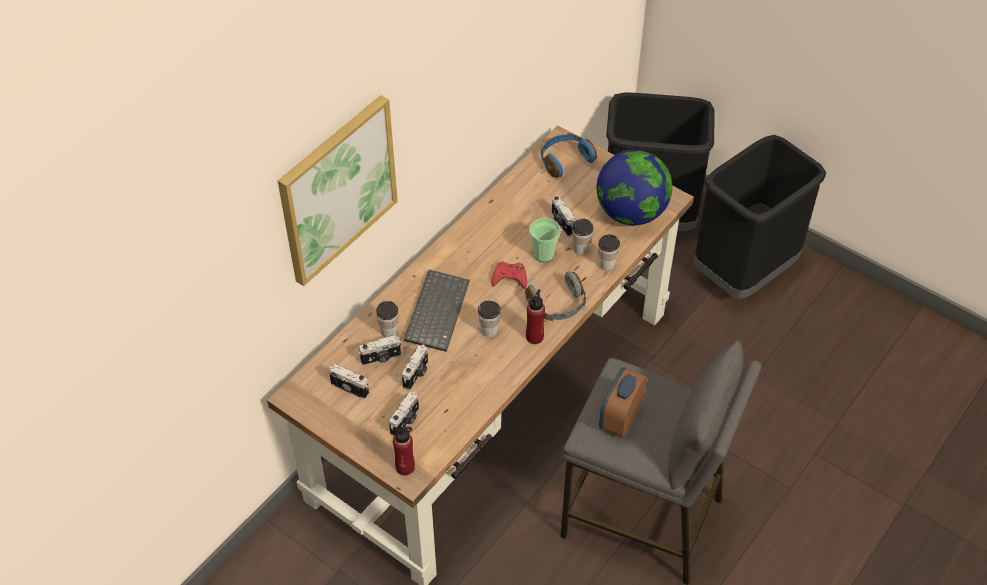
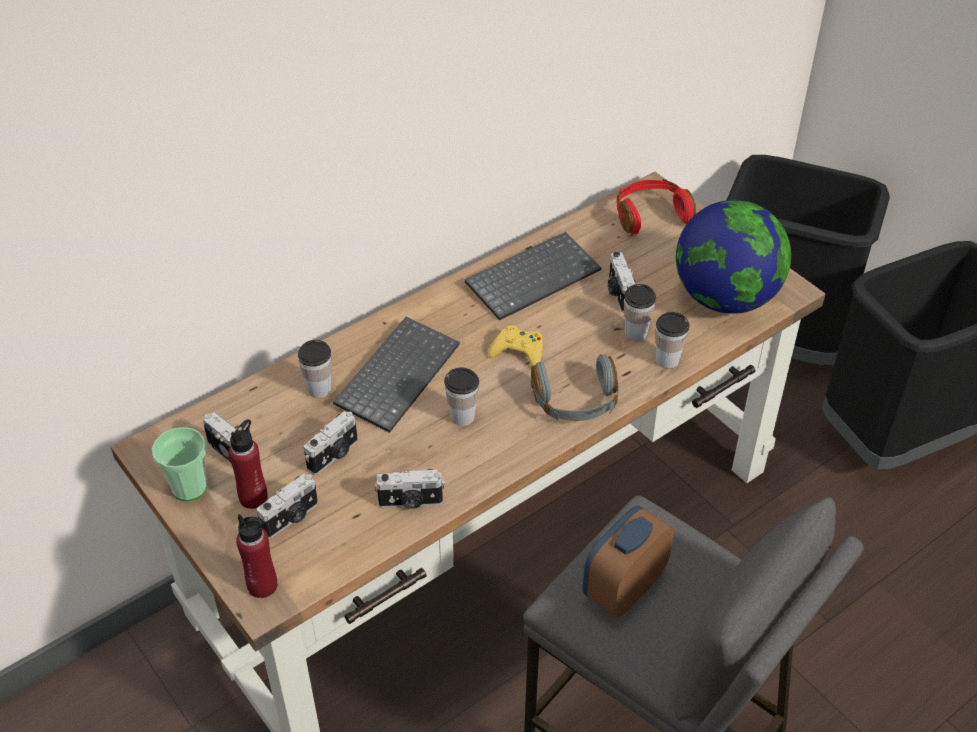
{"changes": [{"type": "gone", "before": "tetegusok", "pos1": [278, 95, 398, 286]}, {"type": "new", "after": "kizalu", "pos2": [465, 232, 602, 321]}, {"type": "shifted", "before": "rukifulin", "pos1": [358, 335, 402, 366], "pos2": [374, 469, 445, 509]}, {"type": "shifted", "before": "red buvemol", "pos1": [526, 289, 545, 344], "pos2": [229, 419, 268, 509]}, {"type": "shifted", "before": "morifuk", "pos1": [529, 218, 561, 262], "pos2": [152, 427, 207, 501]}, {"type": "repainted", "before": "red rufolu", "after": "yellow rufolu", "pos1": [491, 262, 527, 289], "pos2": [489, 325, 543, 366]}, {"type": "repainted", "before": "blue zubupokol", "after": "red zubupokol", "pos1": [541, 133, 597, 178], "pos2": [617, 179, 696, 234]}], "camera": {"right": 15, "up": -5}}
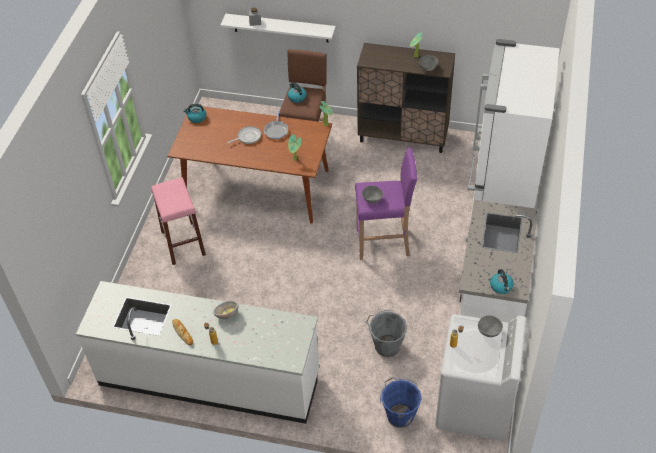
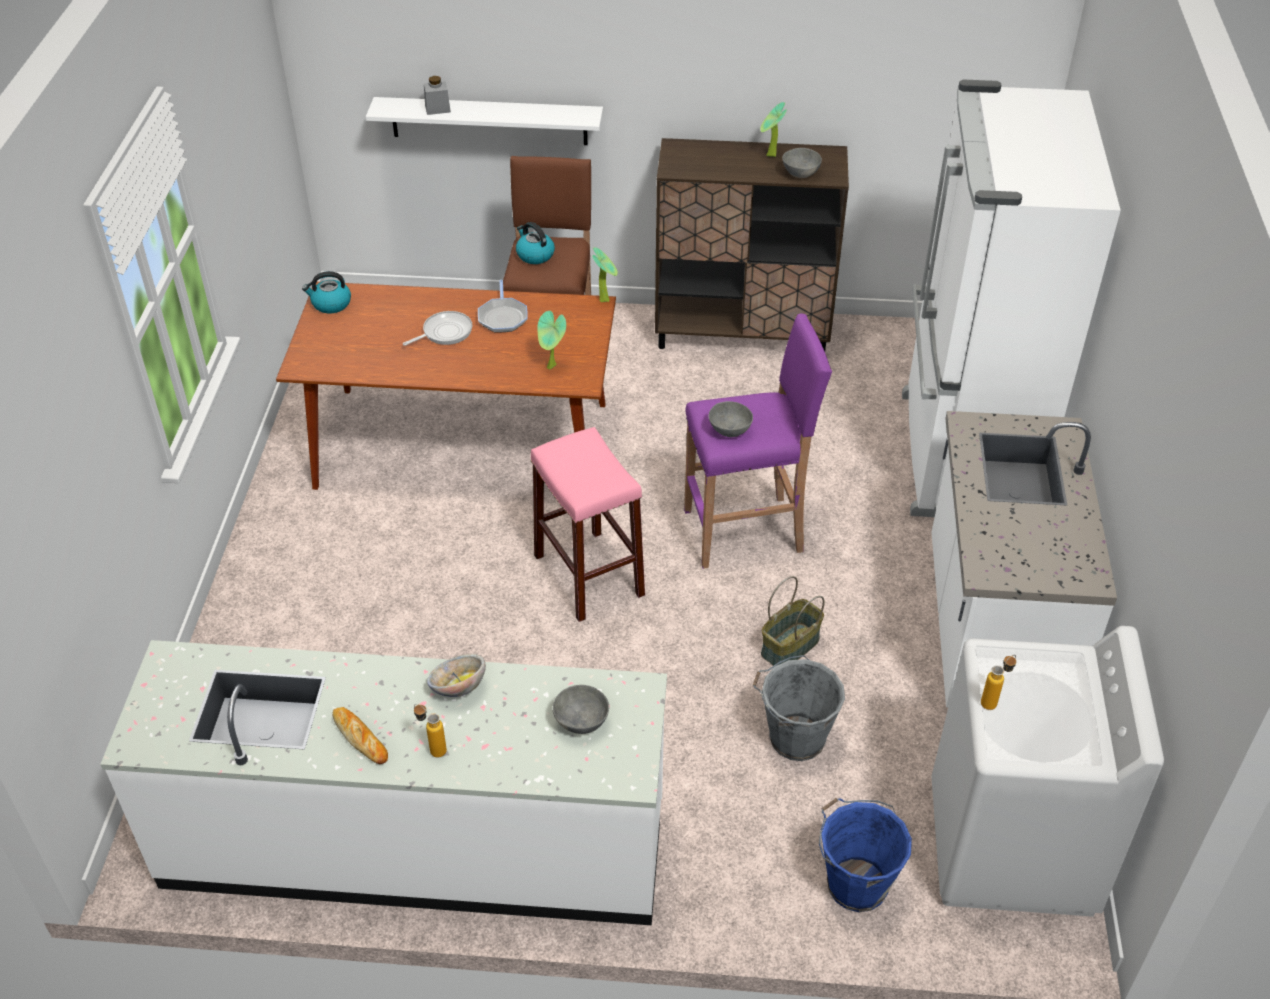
{"changes": [{"type": "gone", "before": "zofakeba", "pos1": [490, 269, 514, 294]}, {"type": "new", "after": "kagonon", "pos2": [761, 576, 825, 666]}, {"type": "shifted", "before": "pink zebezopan", "pos1": [151, 177, 206, 265], "pos2": [531, 427, 645, 622]}, {"type": "shifted", "before": "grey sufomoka", "pos1": [478, 315, 503, 337], "pos2": [553, 685, 609, 734]}], "camera": {"right": -10, "up": -5}}
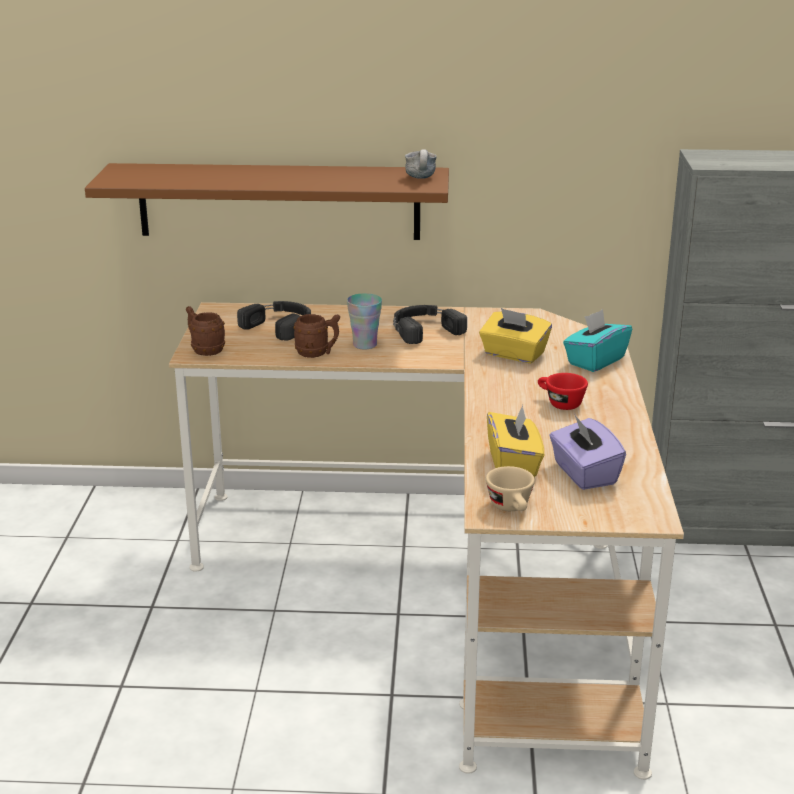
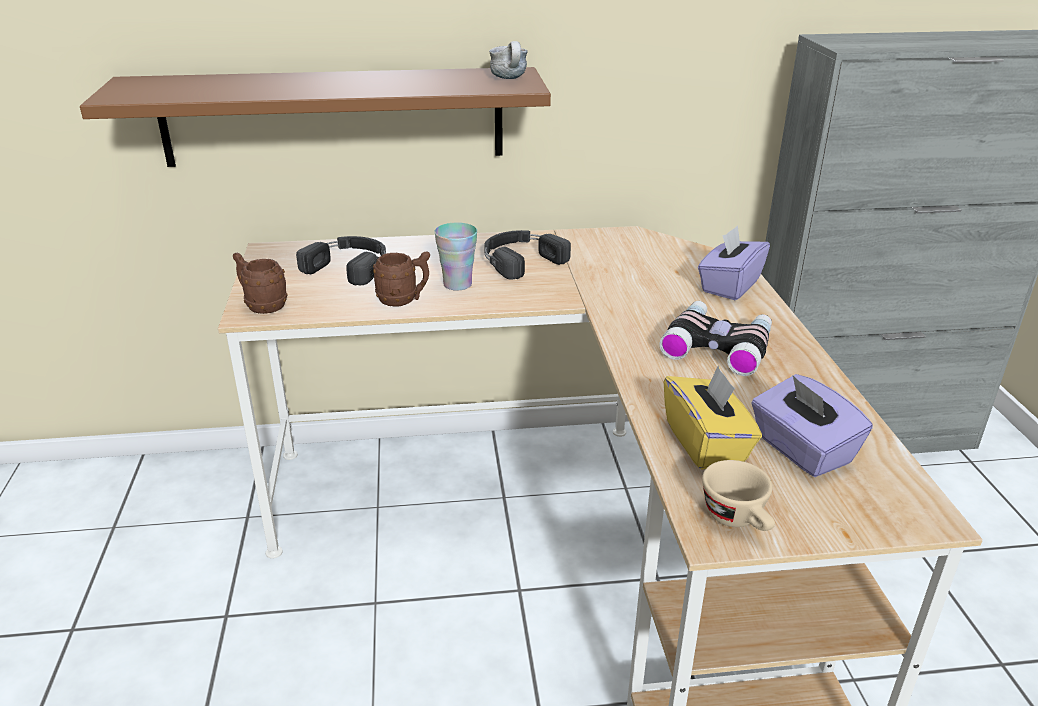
{"changes": [{"type": "gone", "before": "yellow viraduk", "pos1": [479, 308, 552, 364]}, {"type": "swapped", "before": "red morifuk", "after": "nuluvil", "pos1": [538, 373, 588, 410], "pos2": [659, 301, 772, 376]}, {"type": "repainted", "before": "turquoise viraduk", "after": "purple viraduk", "pos1": [563, 309, 632, 372], "pos2": [698, 225, 770, 300]}], "camera": {"right": -10, "up": 5}}
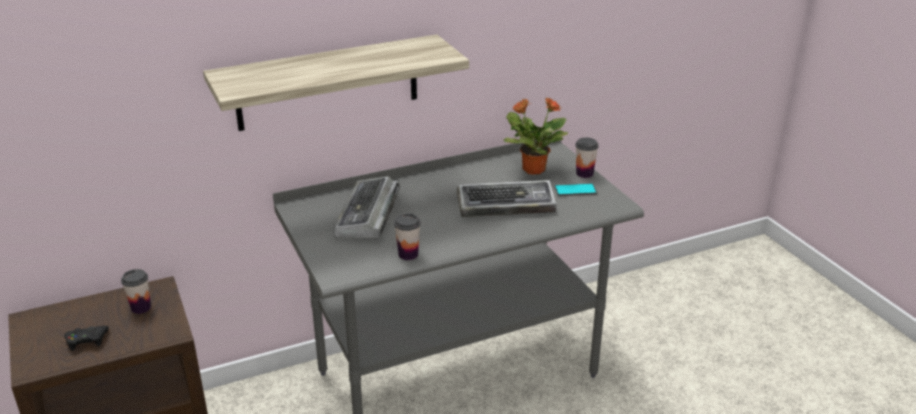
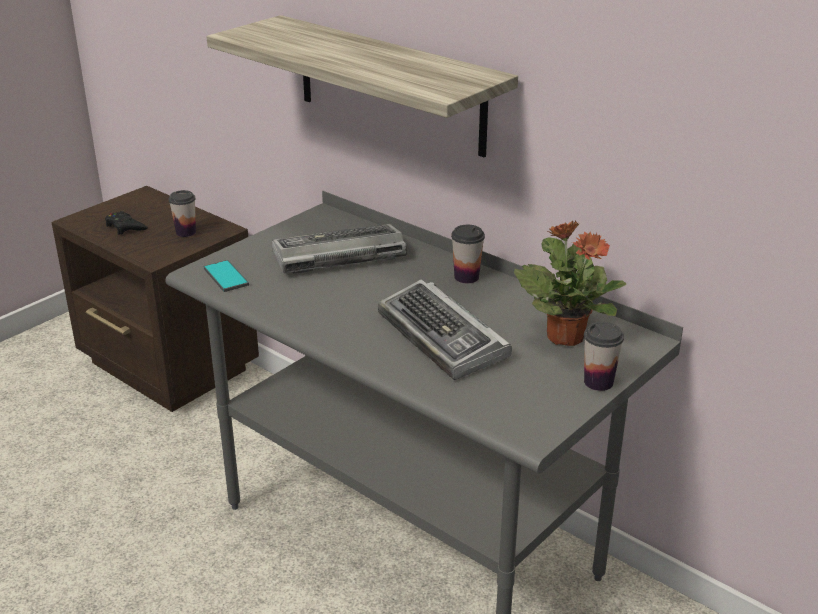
{"changes": [{"type": "shifted", "before": "morifuk", "pos1": [394, 213, 421, 260], "pos2": [451, 225, 485, 283]}, {"type": "shifted", "before": "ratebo", "pos1": [555, 183, 597, 196], "pos2": [204, 260, 249, 292]}], "camera": {"right": 65, "up": 0}}
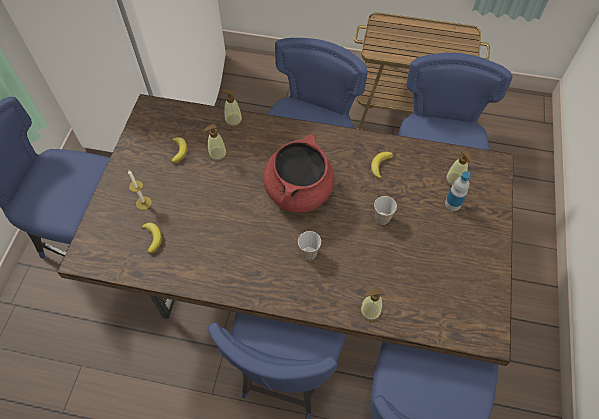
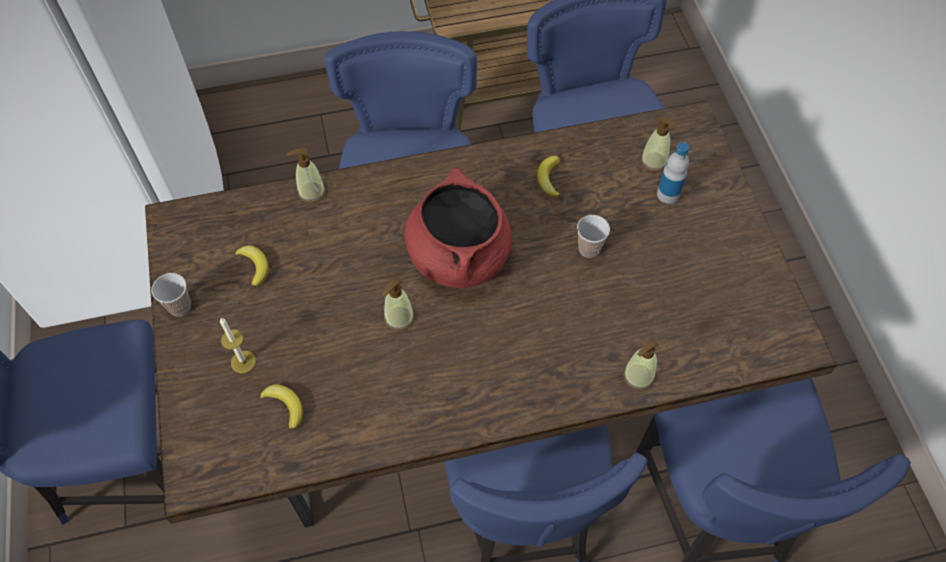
{"changes": [{"type": "shifted", "before": "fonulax", "pos1": [203, 124, 227, 161], "pos2": [382, 276, 415, 331]}, {"type": "shifted", "before": "morifuk", "pos1": [298, 231, 321, 260], "pos2": [152, 273, 191, 316]}], "camera": {"right": -25, "up": 0}}
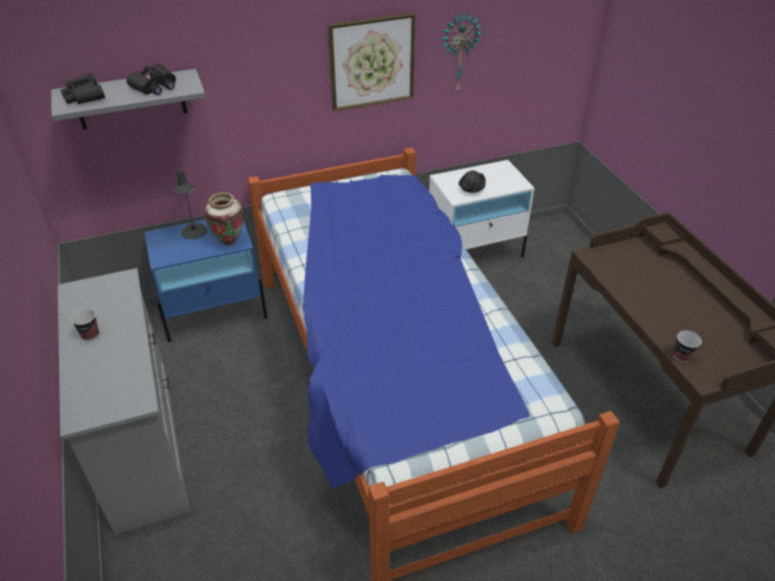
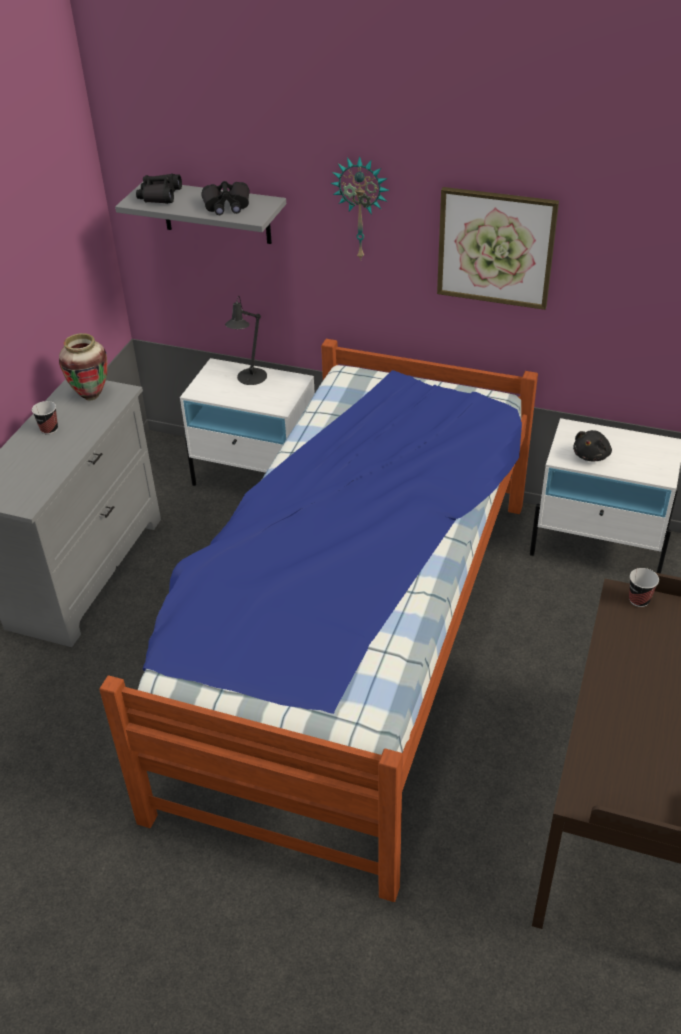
{"changes": [{"type": "shifted", "before": "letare", "pos1": [204, 193, 243, 245], "pos2": [59, 333, 107, 400]}, {"type": "shifted", "before": "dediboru", "pos1": [441, 12, 482, 91], "pos2": [330, 156, 390, 261]}, {"type": "shifted", "before": "morifuk", "pos1": [674, 331, 702, 362], "pos2": [629, 568, 659, 607]}, {"type": "repainted", "before": "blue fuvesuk", "after": "white fuvesuk", "pos1": [144, 220, 267, 342], "pos2": [180, 358, 315, 486]}], "camera": {"right": 40, "up": 0}}
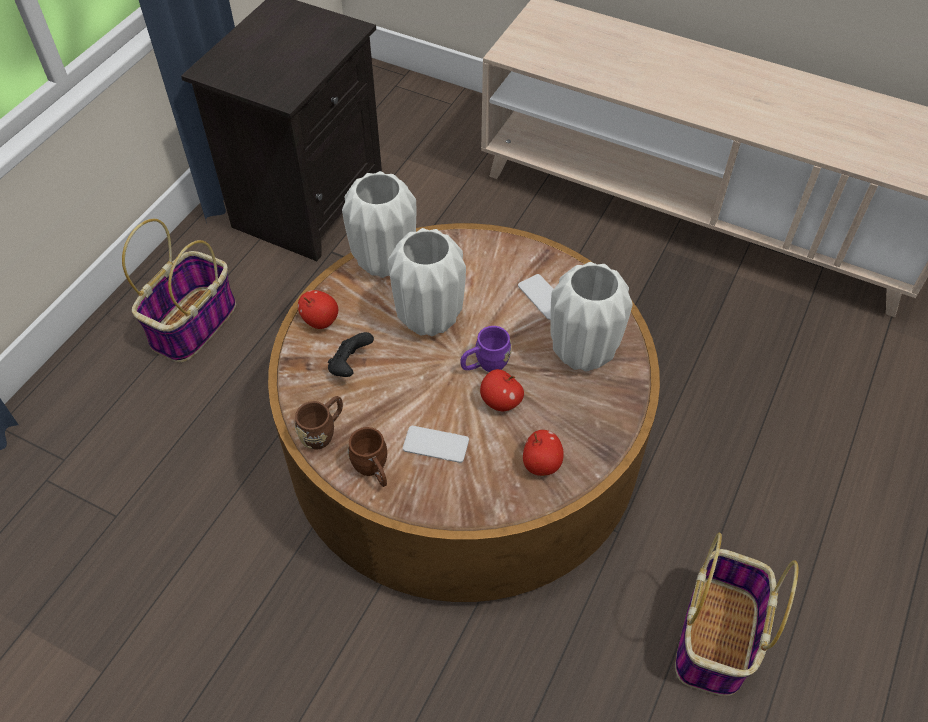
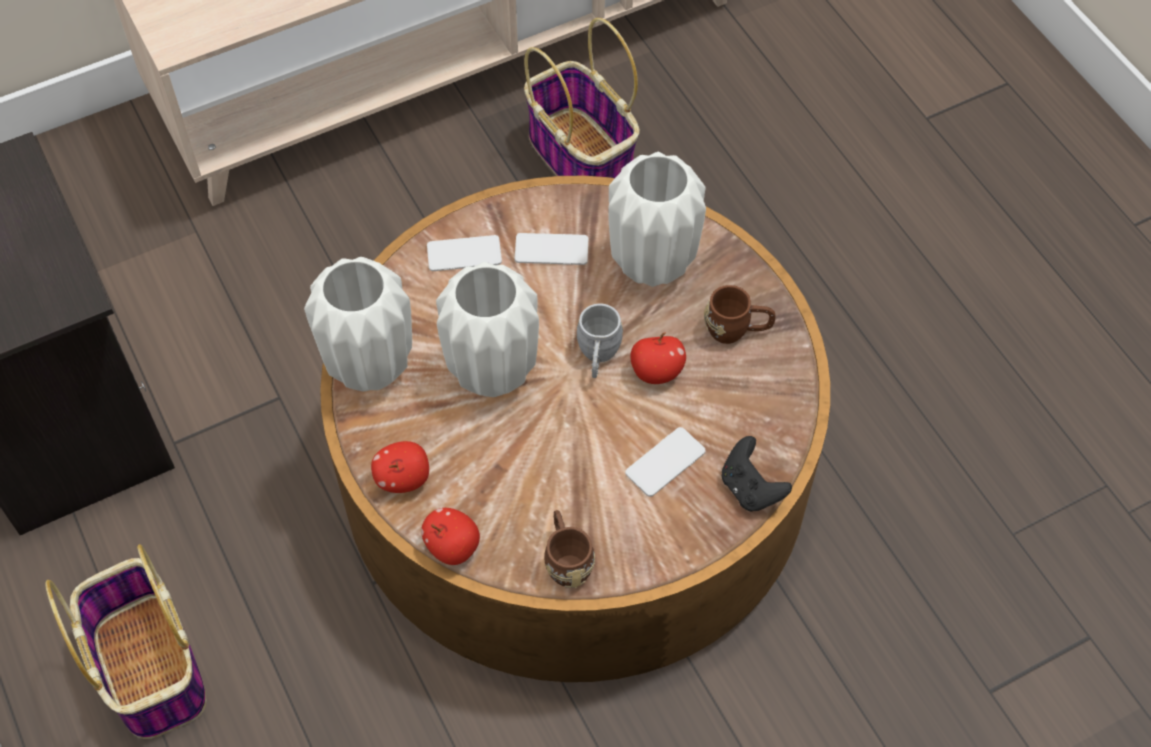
{"changes": [{"type": "new", "after": "ratebo", "pos2": [427, 235, 502, 271]}, {"type": "shifted", "before": "black rufolu", "pos1": [328, 332, 374, 377], "pos2": [722, 436, 792, 512]}, {"type": "shifted", "before": "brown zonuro", "pos1": [348, 427, 387, 487], "pos2": [704, 285, 775, 344]}, {"type": "shifted", "before": "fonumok", "pos1": [523, 430, 564, 476], "pos2": [421, 508, 480, 565]}, {"type": "shifted", "before": "kagonon", "pos1": [675, 533, 798, 696], "pos2": [524, 18, 639, 178]}, {"type": "repainted", "before": "purple zonuro", "after": "grey zonuro", "pos1": [460, 326, 512, 372], "pos2": [577, 304, 623, 378]}], "camera": {"right": -55, "up": 5}}
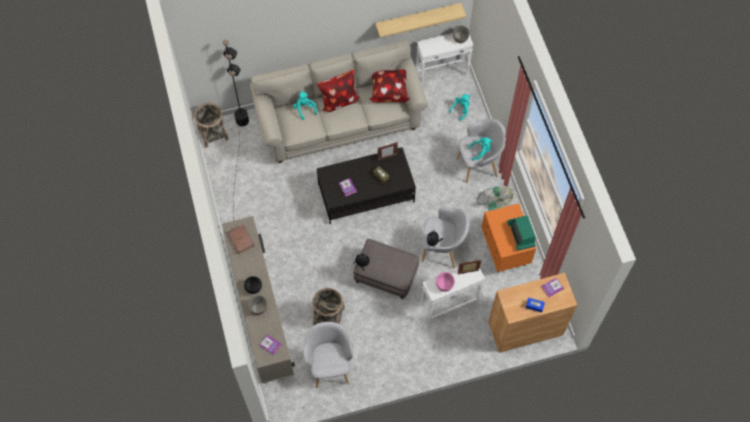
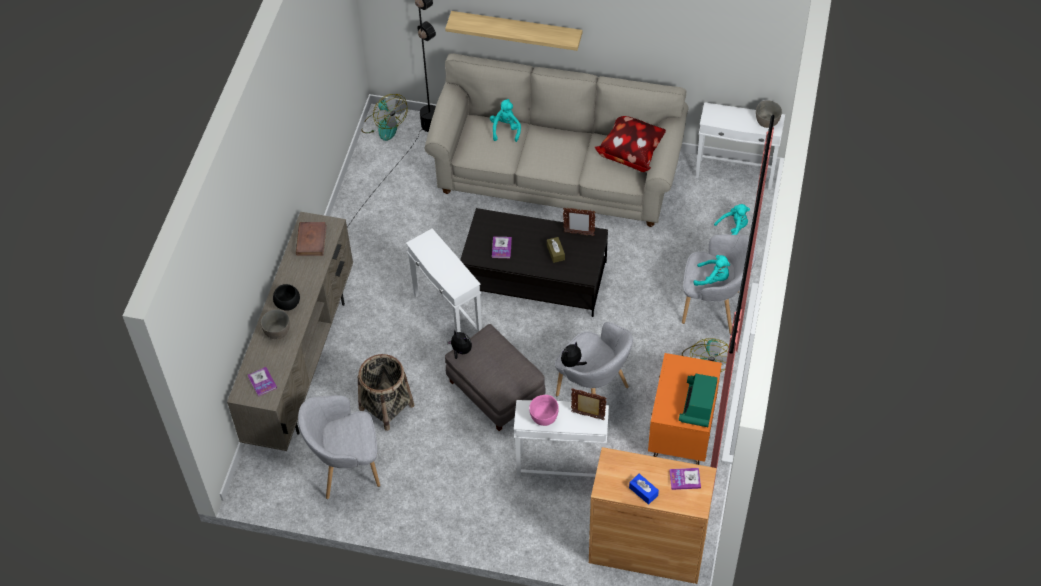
{"changes": [{"type": "gone", "before": "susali", "pos1": [317, 70, 360, 112]}, {"type": "new", "after": "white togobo", "pos2": [406, 229, 482, 332]}, {"type": "shifted", "before": "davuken", "pos1": [375, 3, 466, 38], "pos2": [445, 11, 582, 51]}, {"type": "swapped", "before": "kagonon", "after": "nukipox", "pos1": [194, 103, 228, 148], "pos2": [361, 94, 408, 141]}, {"type": "rotated", "before": "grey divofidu", "pos1": [303, 322, 353, 388], "pos2": [298, 395, 380, 499], "turn": -120}], "camera": {"right": 30, "up": -10}}
